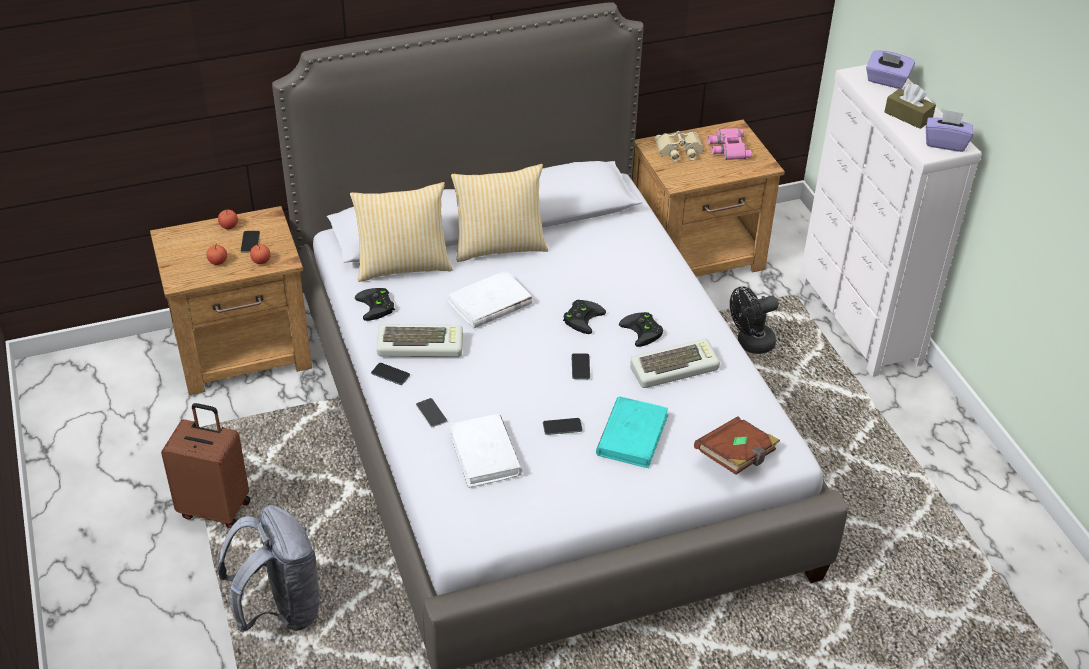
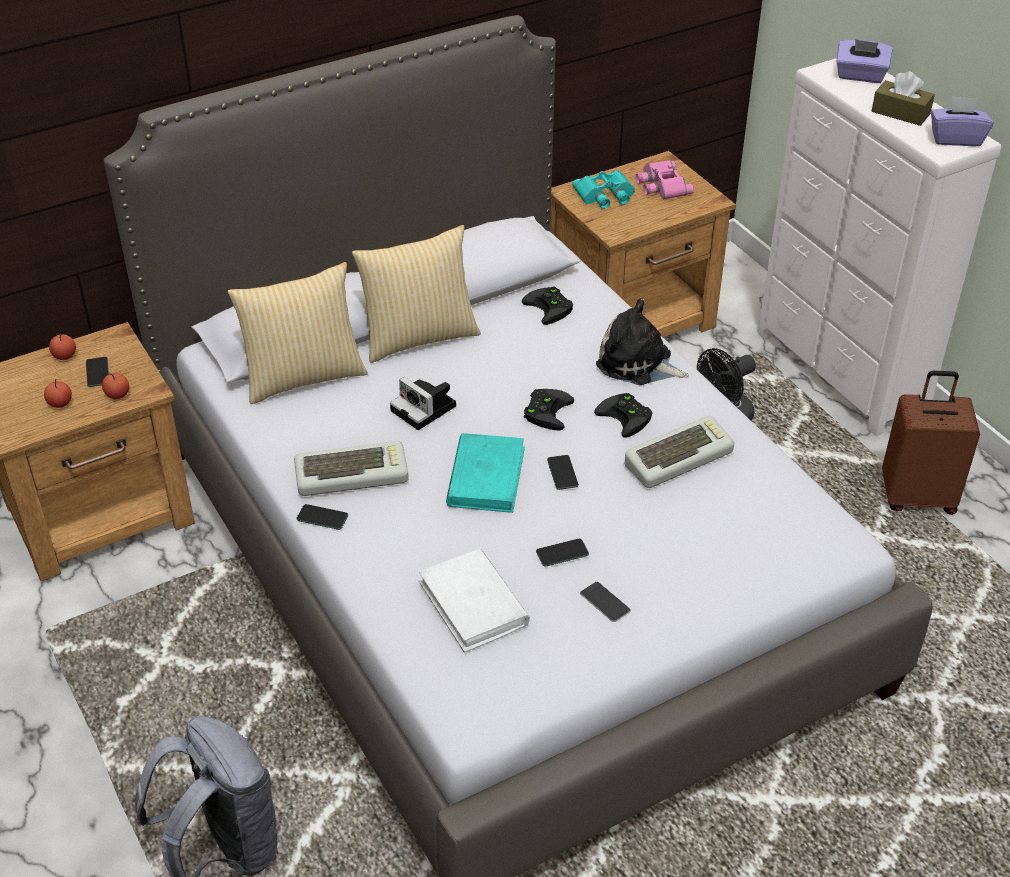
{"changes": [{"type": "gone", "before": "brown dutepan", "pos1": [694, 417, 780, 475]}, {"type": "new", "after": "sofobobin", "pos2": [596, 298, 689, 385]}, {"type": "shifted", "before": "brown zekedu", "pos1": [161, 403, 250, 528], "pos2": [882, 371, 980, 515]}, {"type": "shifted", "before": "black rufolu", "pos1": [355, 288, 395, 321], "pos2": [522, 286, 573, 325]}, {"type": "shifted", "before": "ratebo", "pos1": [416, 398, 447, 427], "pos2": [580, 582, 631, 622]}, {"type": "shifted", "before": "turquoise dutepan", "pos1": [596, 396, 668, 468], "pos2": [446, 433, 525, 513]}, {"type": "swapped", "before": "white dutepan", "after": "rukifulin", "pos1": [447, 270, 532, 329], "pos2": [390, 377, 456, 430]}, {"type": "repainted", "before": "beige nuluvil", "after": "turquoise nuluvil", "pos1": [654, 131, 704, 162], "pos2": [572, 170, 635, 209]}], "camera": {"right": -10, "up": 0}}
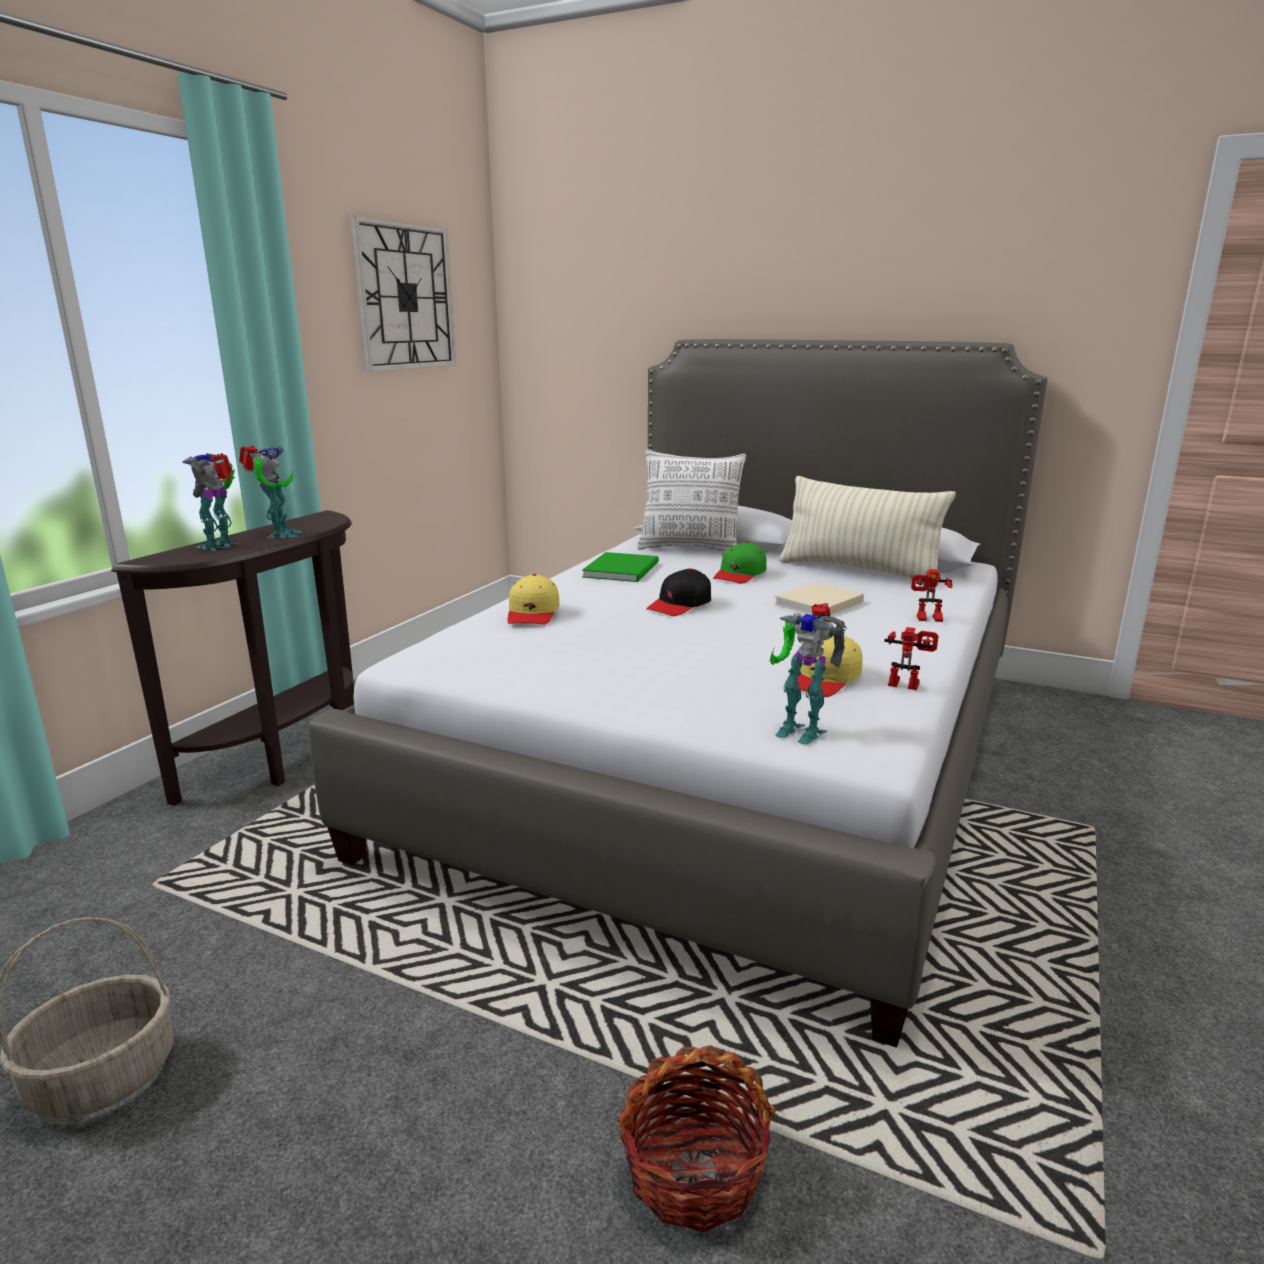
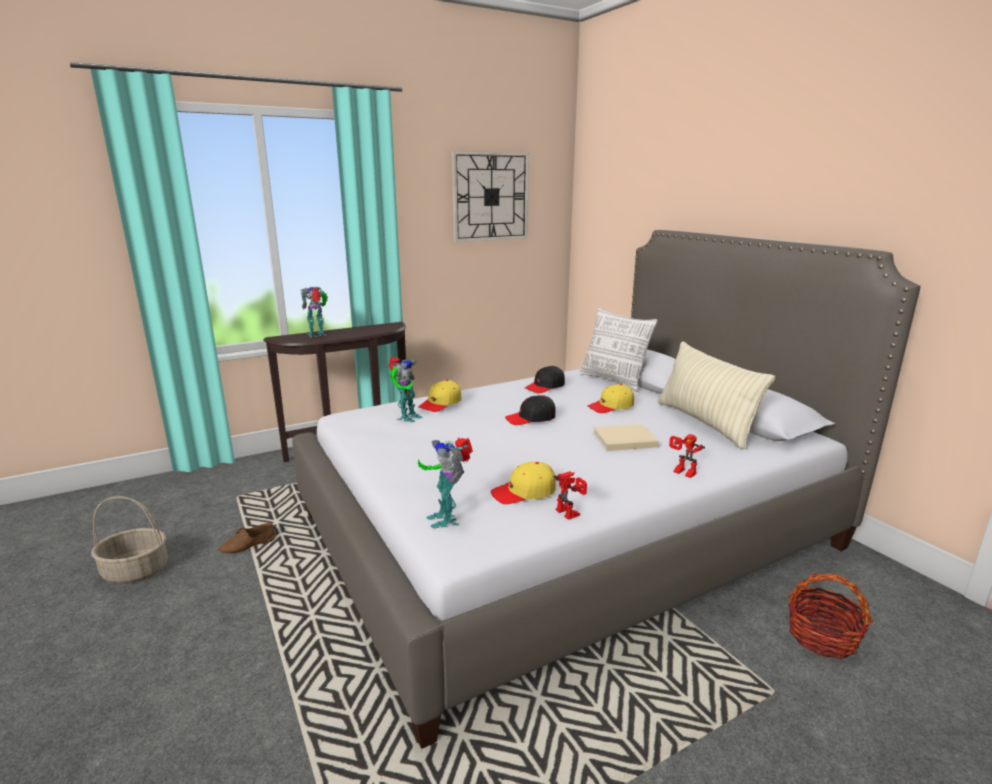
{"changes": [{"type": "new", "after": "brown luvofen", "pos2": [219, 523, 276, 554]}, {"type": "shifted", "before": "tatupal", "pos1": [239, 445, 302, 538], "pos2": [389, 357, 422, 422]}, {"type": "shifted", "before": "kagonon", "pos1": [617, 1045, 776, 1233], "pos2": [788, 573, 873, 659]}, {"type": "swapped", "before": "green dutepan", "after": "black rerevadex", "pos1": [582, 552, 659, 582], "pos2": [525, 366, 565, 393]}, {"type": "repainted", "before": "green rerevadex", "after": "yellow rerevadex", "pos1": [713, 542, 766, 584], "pos2": [587, 384, 634, 413]}], "camera": {"right": 35, "up": 0}}
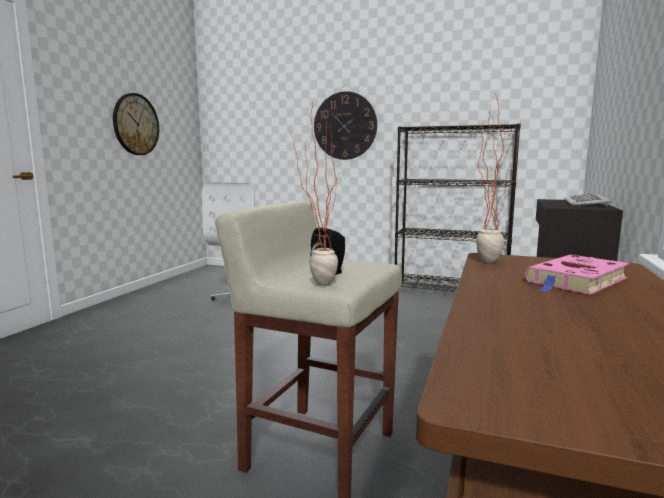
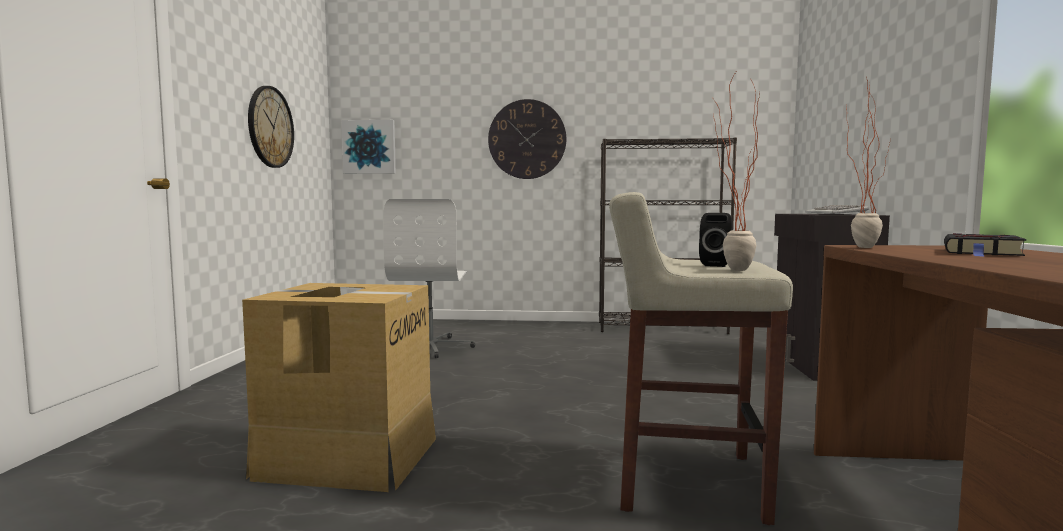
{"changes": [{"type": "new", "after": "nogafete", "pos2": [242, 283, 436, 492]}, {"type": "new", "after": "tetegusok", "pos2": [342, 120, 396, 174]}, {"type": "repainted", "before": "pink dutepan", "after": "black dutepan", "pos1": [525, 255, 629, 295], "pos2": [944, 233, 1026, 257]}], "camera": {"right": -15, "up": -5}}
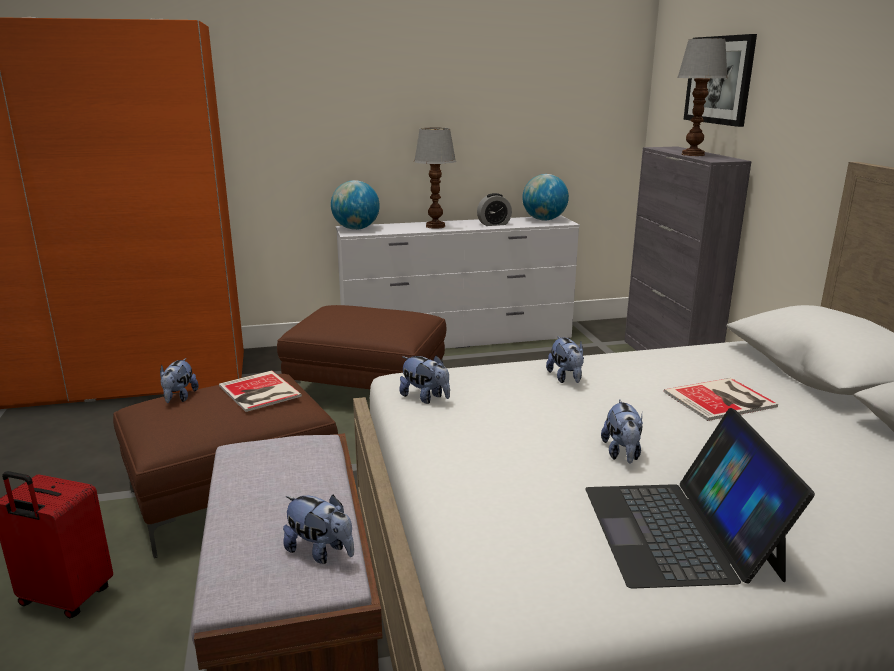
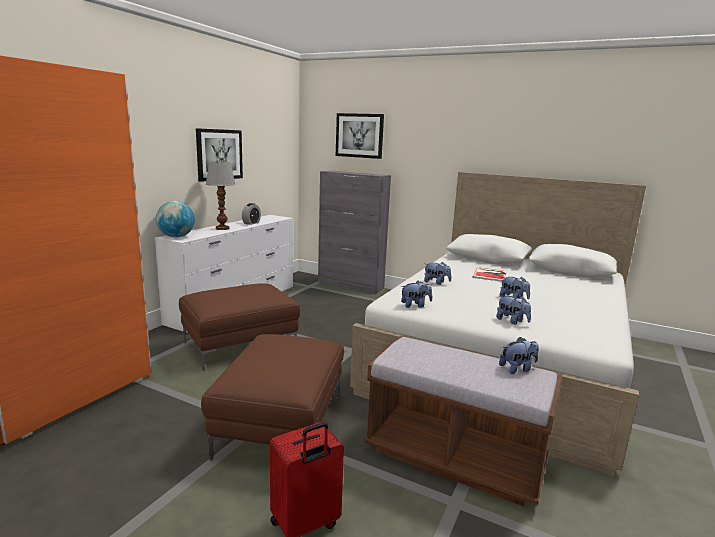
{"changes": [{"type": "gone", "before": "dutepan", "pos1": [219, 370, 302, 412]}, {"type": "gone", "before": "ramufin", "pos1": [522, 174, 569, 220]}, {"type": "gone", "before": "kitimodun", "pos1": [585, 408, 815, 589]}, {"type": "gone", "before": "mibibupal", "pos1": [677, 39, 728, 156]}, {"type": "new", "after": "tetegusok", "pos2": [196, 128, 243, 182]}, {"type": "shifted", "before": "sofobobin", "pos1": [160, 358, 198, 403], "pos2": [496, 296, 531, 324]}], "camera": {"right": -50, "up": -5}}
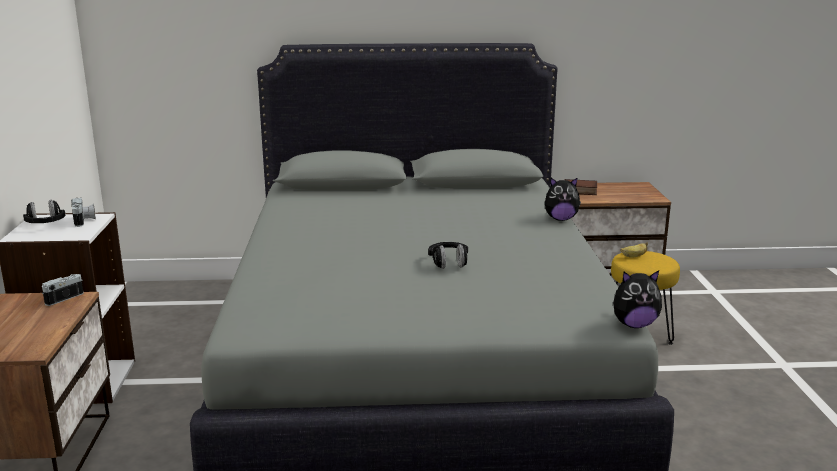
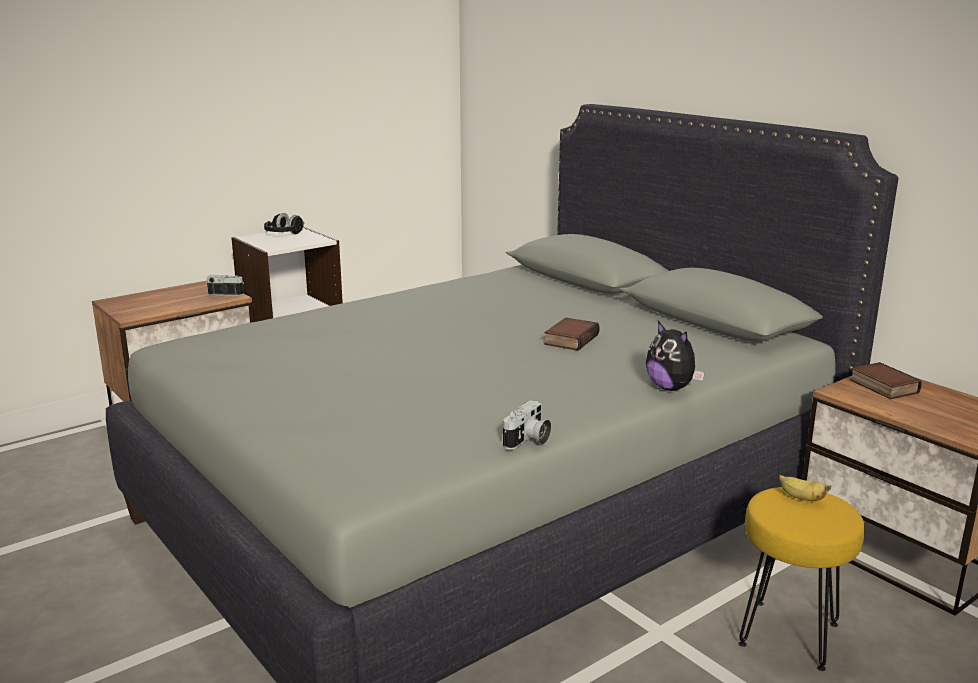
{"changes": [{"type": "gone", "before": "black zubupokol", "pos1": [428, 242, 468, 269]}, {"type": "gone", "before": "sofobobin", "pos1": [613, 270, 662, 328]}, {"type": "new", "after": "dutepan", "pos2": [544, 318, 600, 351]}, {"type": "shifted", "before": "rukifulin", "pos1": [71, 198, 96, 227], "pos2": [503, 400, 552, 450]}], "camera": {"right": 55, "up": 0}}
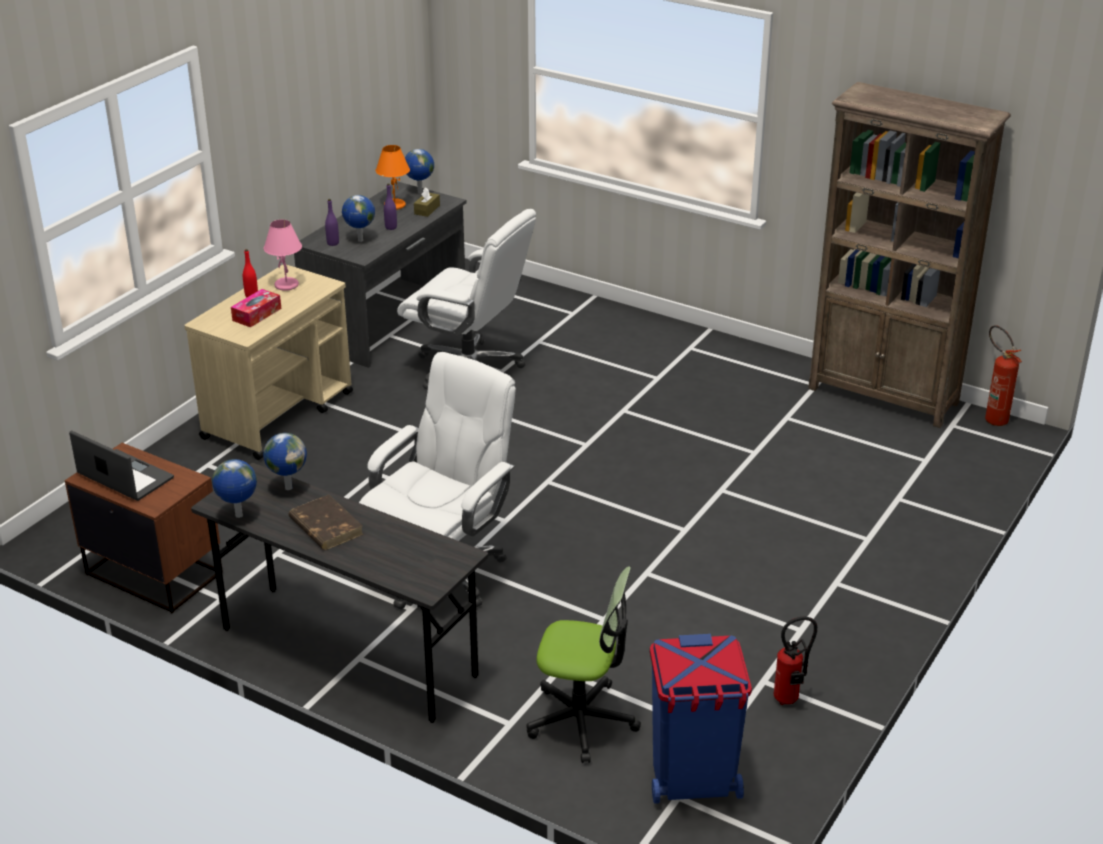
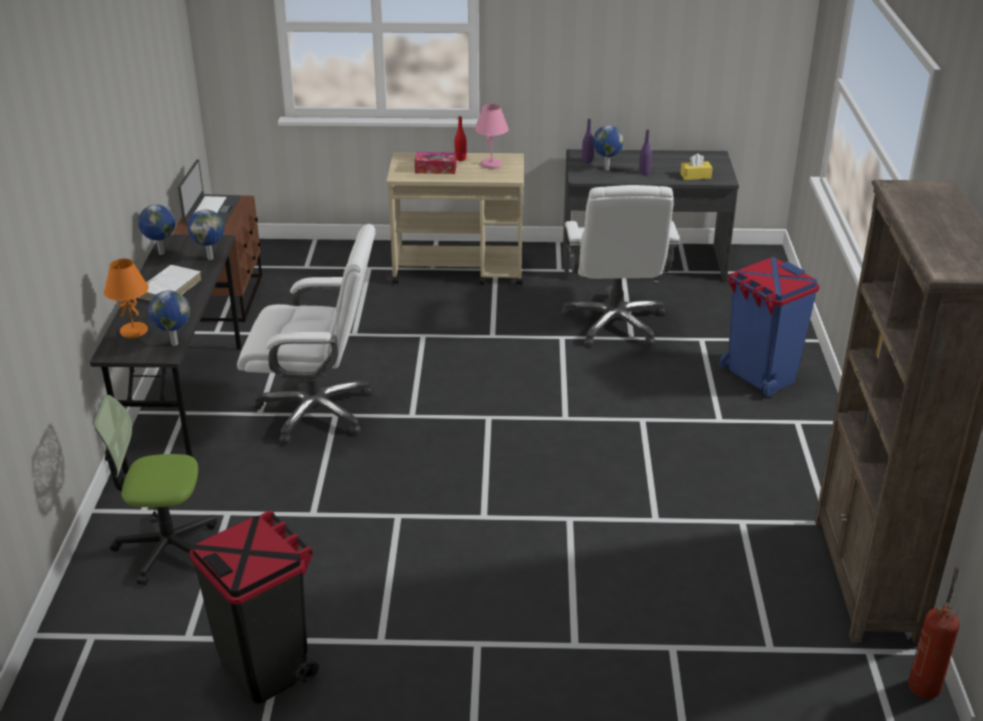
{"changes": [{"type": "shifted", "before": "orange mibibupal", "pos1": [376, 145, 410, 210], "pos2": [104, 259, 149, 338]}, {"type": "shifted", "before": "ramufin", "pos1": [405, 149, 434, 193], "pos2": [148, 290, 190, 346]}, {"type": "shifted", "before": "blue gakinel", "pos1": [650, 634, 752, 804], "pos2": [719, 257, 820, 397]}, {"type": "swapped", "before": "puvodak", "after": "black gakinel", "pos1": [773, 617, 817, 705], "pos2": [189, 510, 319, 704]}, {"type": "repainted", "before": "brown dutepan", "after": "white dutepan", "pos1": [289, 495, 364, 550], "pos2": [138, 265, 202, 301]}, {"type": "repainted", "before": "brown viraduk", "after": "yellow viraduk", "pos1": [414, 187, 440, 217], "pos2": [680, 153, 713, 180]}, {"type": "rotated", "before": "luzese", "pos1": [526, 566, 641, 763], "pos2": [93, 395, 217, 585], "turn": 105}], "camera": {"right": 60, "up": 0}}
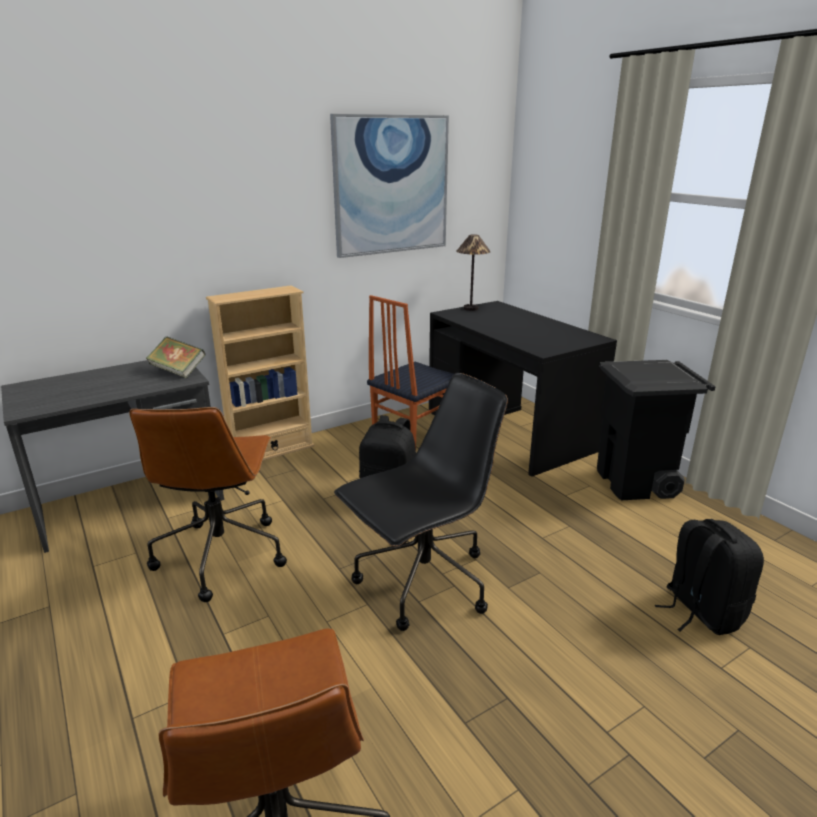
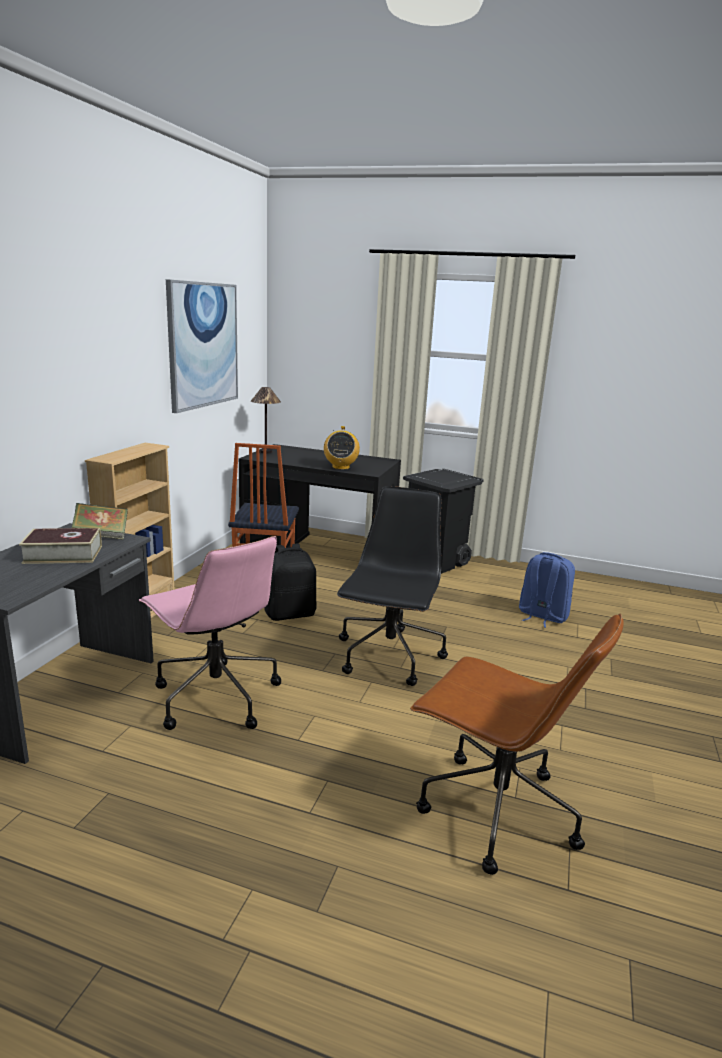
{"changes": [{"type": "new", "after": "dutepan", "pos2": [19, 528, 102, 564]}, {"type": "new", "after": "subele", "pos2": [324, 426, 360, 470]}, {"type": "repainted", "before": "brown luzese", "after": "pink luzese", "pos1": [129, 407, 287, 602], "pos2": [139, 536, 281, 730]}, {"type": "repainted", "before": "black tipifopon", "after": "blue tipifopon", "pos1": [655, 519, 764, 635], "pos2": [519, 552, 575, 628]}], "camera": {"right": -40, "up": -5}}
